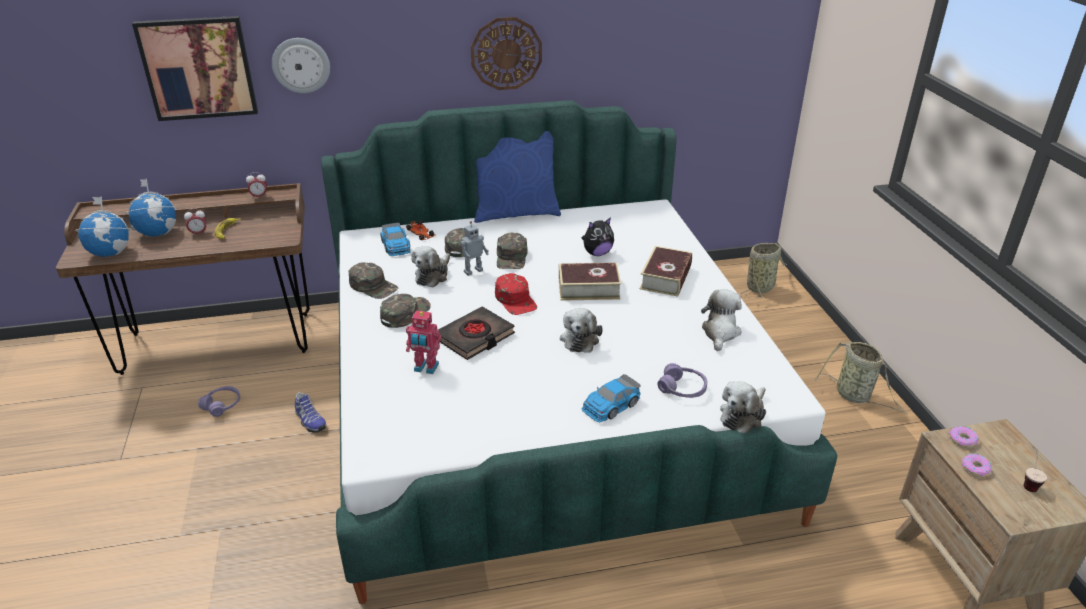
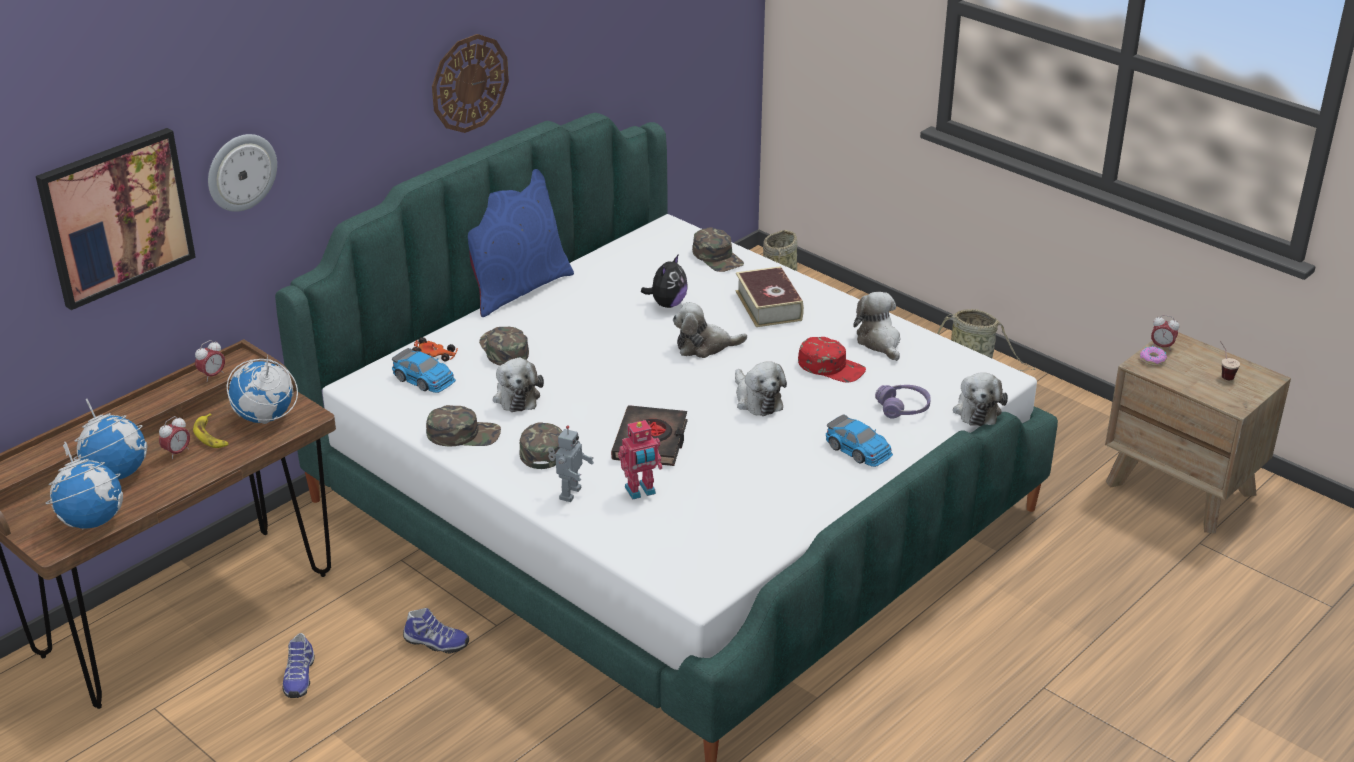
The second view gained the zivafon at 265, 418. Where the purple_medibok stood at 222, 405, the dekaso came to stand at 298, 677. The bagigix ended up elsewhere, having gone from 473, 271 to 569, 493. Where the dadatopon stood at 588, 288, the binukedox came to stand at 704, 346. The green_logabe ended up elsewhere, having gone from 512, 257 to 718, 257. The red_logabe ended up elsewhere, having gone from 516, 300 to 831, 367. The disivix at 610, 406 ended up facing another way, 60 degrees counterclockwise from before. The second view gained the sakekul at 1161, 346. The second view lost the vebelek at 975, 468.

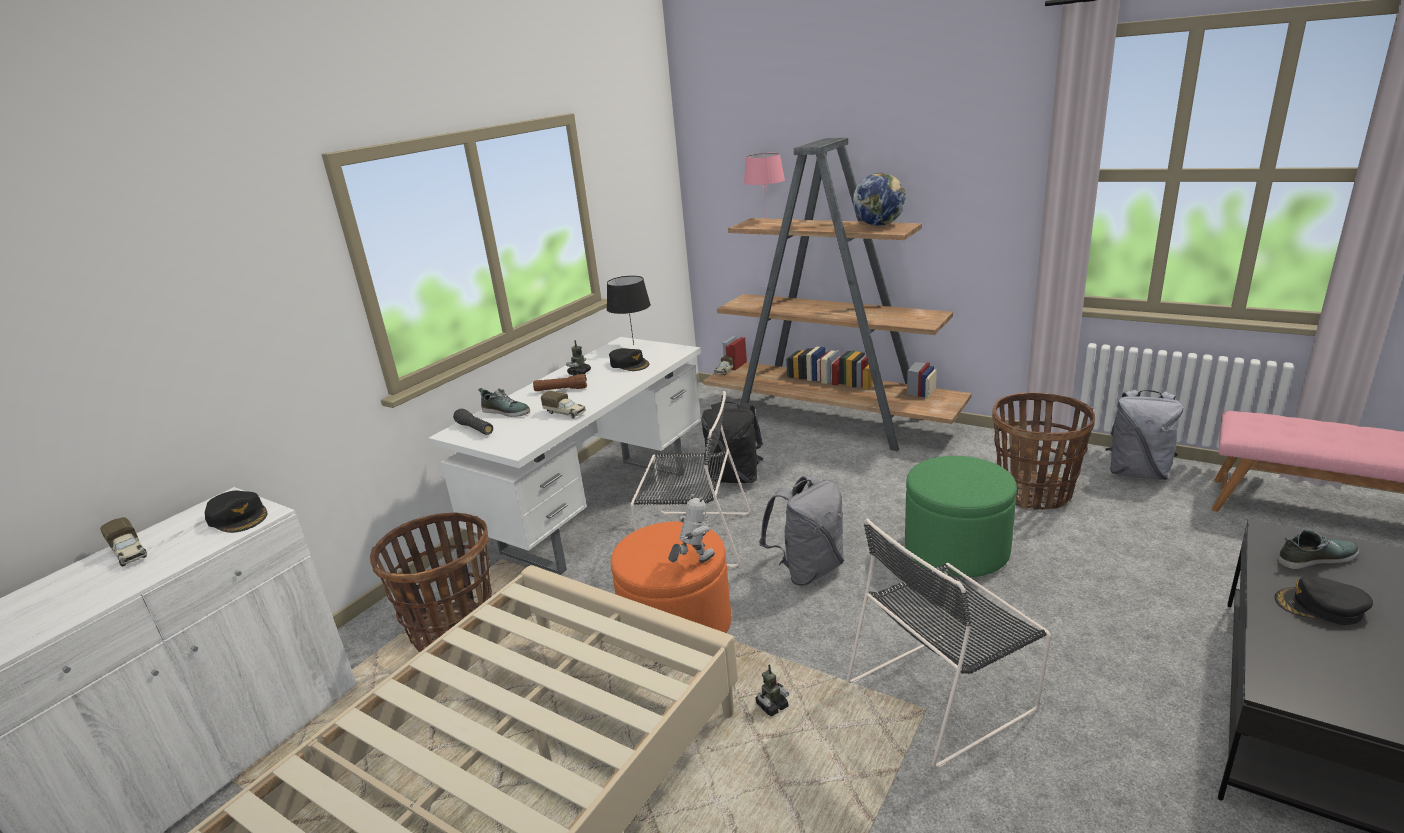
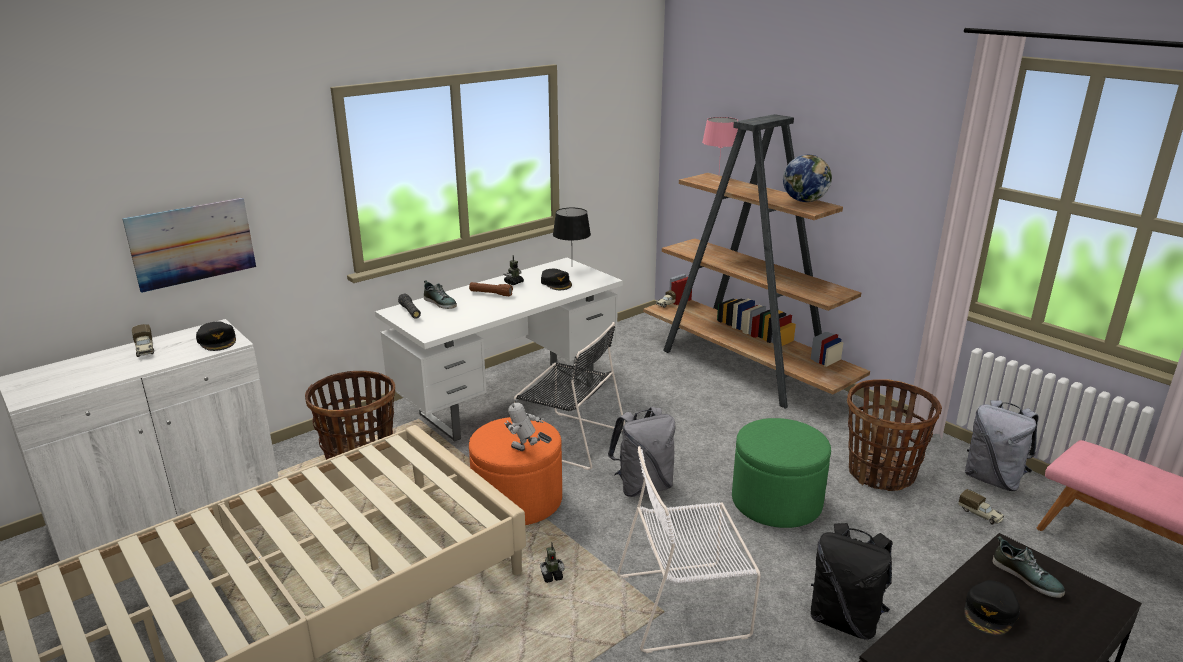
The second view gained the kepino at 192, 243. The bagigix at 693, 563 ended up facing another way, 135 degrees counterclockwise from before. What was the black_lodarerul at 944, 693 turned into the white_lodarerul at 686, 605. The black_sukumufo ended up elsewhere, having gone from 735, 477 to 845, 620. The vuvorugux ended up elsewhere, having gone from 565, 413 to 980, 514. The black_logabe at 1320, 607 ended up facing another way, 90 degrees counterclockwise from before. The dekaso at 1315, 558 ended up facing another way, 45 degrees clockwise from before.

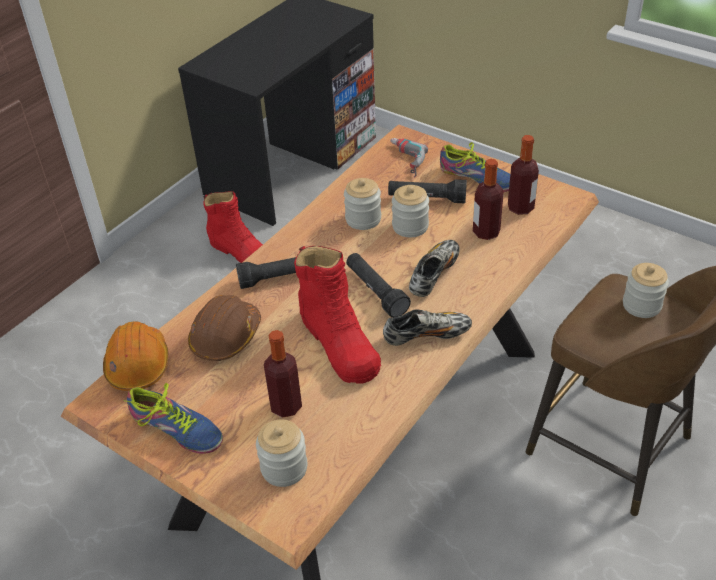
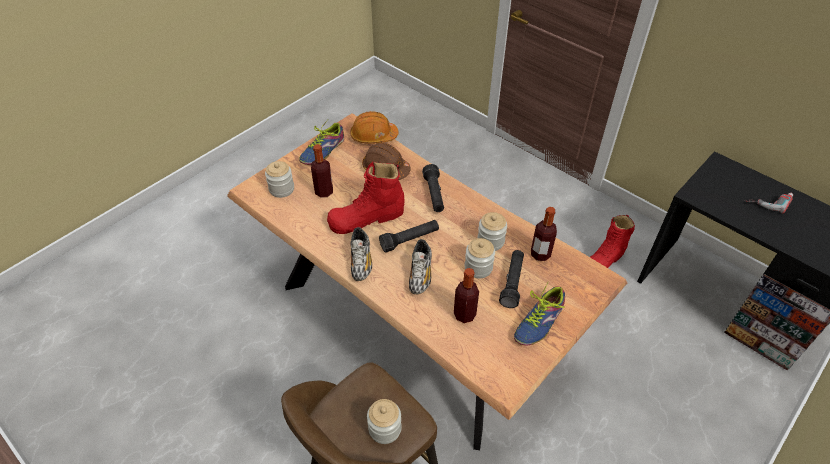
The dekaso at 434, 275 ended up facing another way, 60 degrees clockwise from before. The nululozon ended up elsewhere, having gone from 520, 207 to 540, 254. The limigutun ended up elsewhere, having gone from 403, 161 to 768, 200.

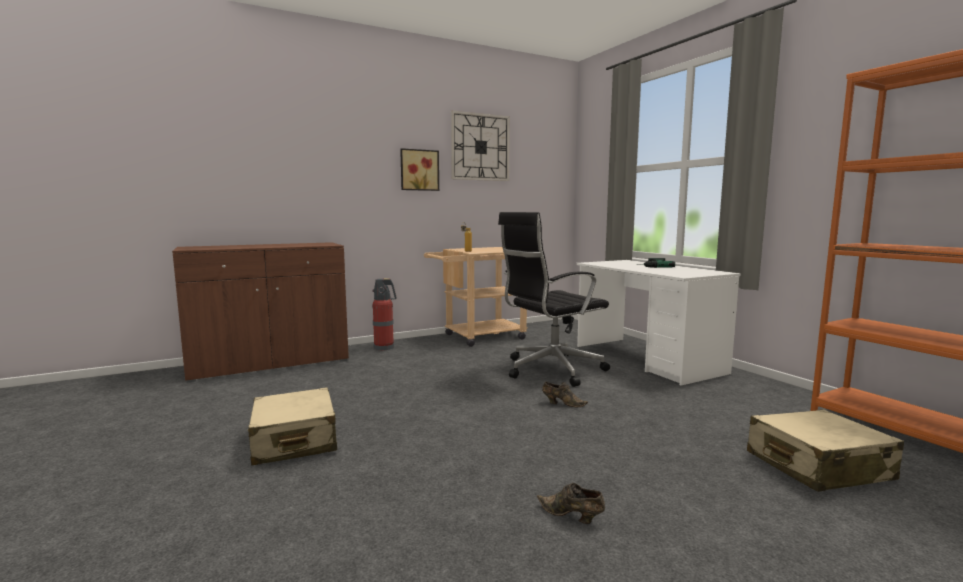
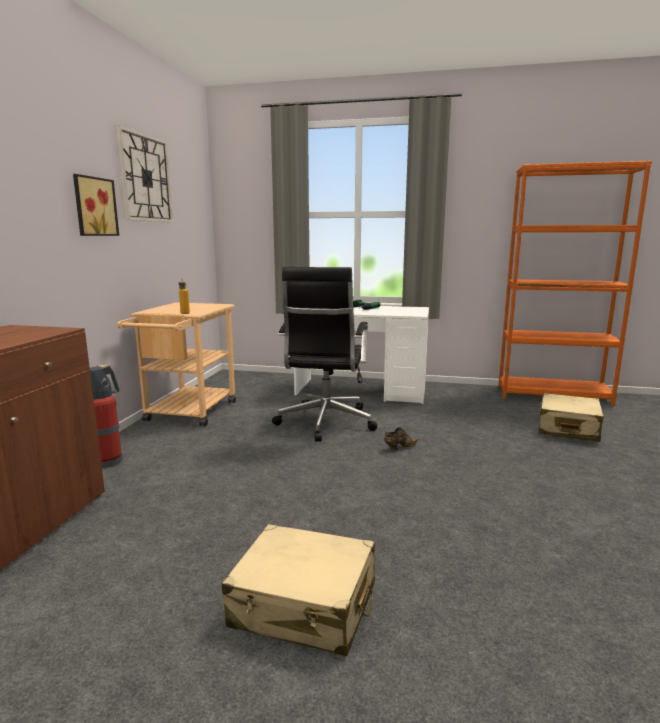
The second view lost the brown_dekaso at 571, 516.

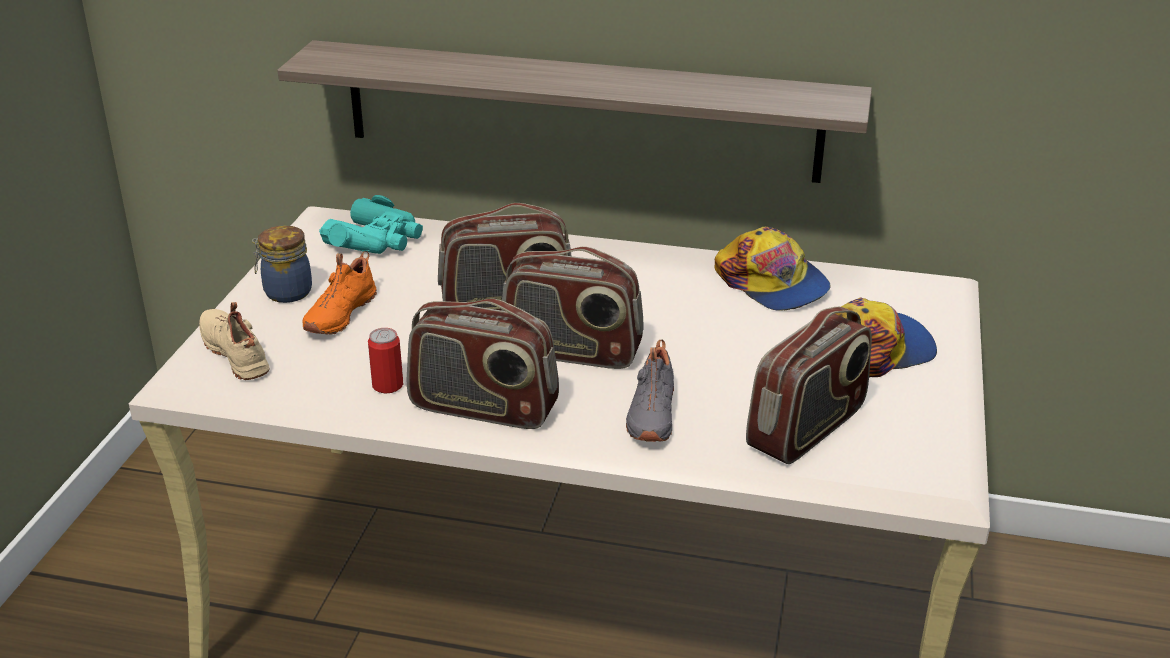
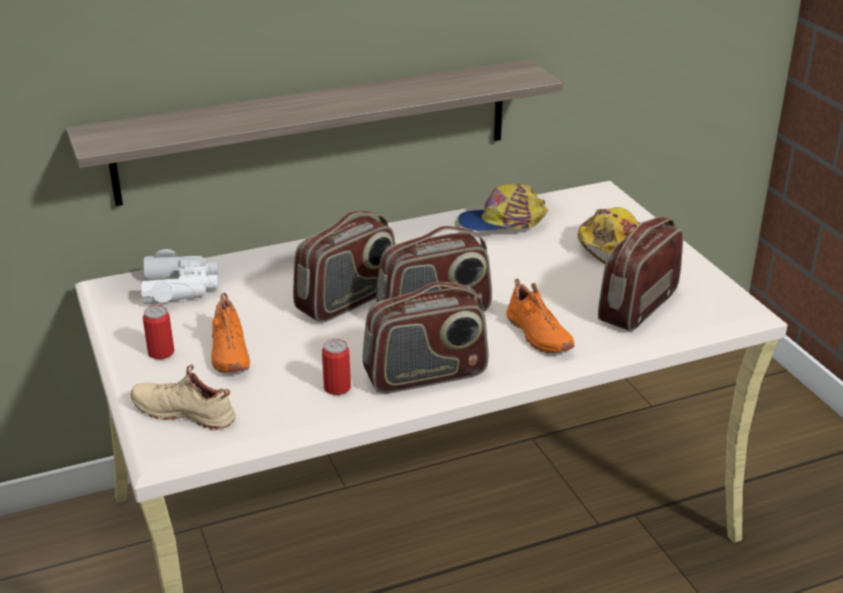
What was the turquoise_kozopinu at 376, 239 turned into the white_kozopinu at 181, 287. Where the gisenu stood at 286, 292, the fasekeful came to stand at 161, 352. The logabe at 772, 283 ended up facing another way, 150 degrees clockwise from before. What was the grey_dekaso at 650, 414 turned into the orange_dekaso at 537, 335. The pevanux at 807, 428 ended up facing another way, 150 degrees counterclockwise from before.

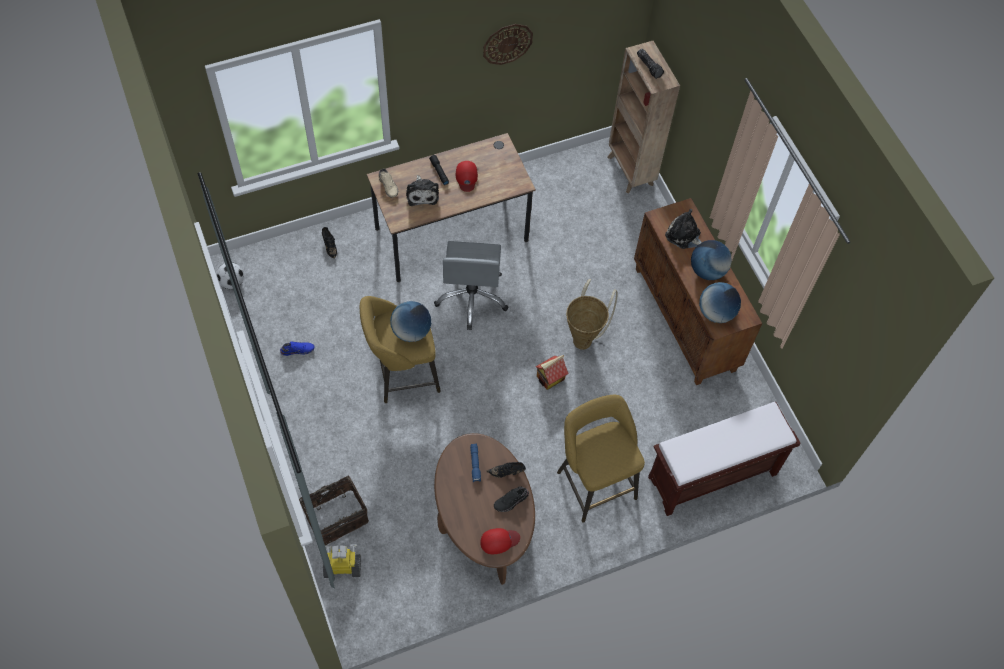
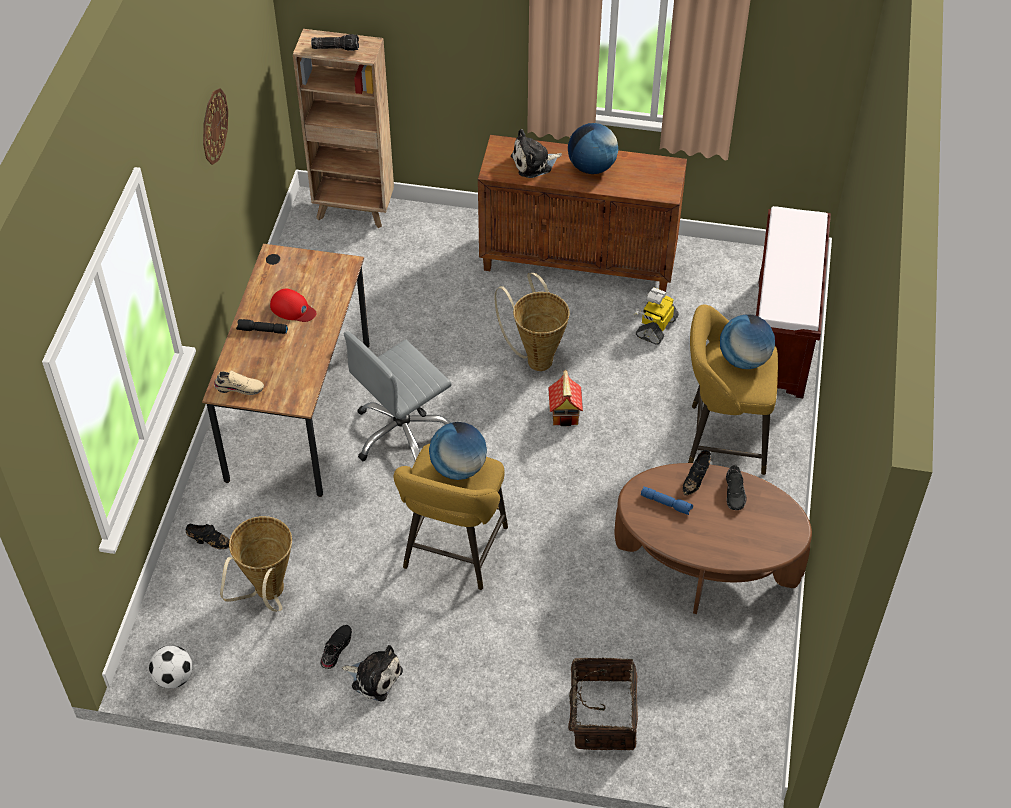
The second view gained the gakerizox at 267, 595. What was the blue_dekaso at 297, 349 turned into the black_dekaso at 335, 648. The binukedox ended up elsewhere, having gone from 422, 193 to 374, 677. The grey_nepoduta at 472, 297 ended up facing another way, 105 degrees clockwise from before. The bagigix ended up elsewhere, having gone from 342, 566 to 655, 327. The zivafon ended up elsewhere, having gone from 716, 313 to 744, 359. The second view lost the red_logabe at 499, 541.

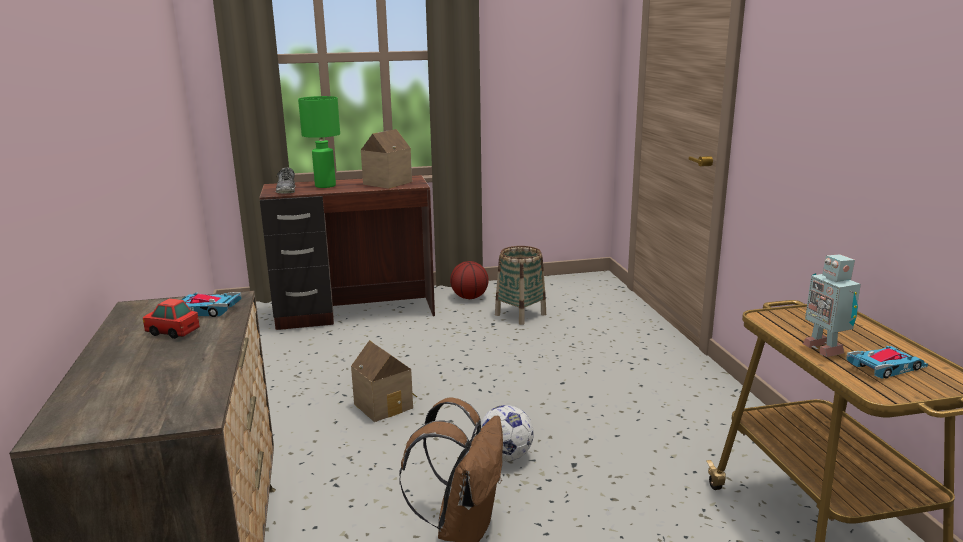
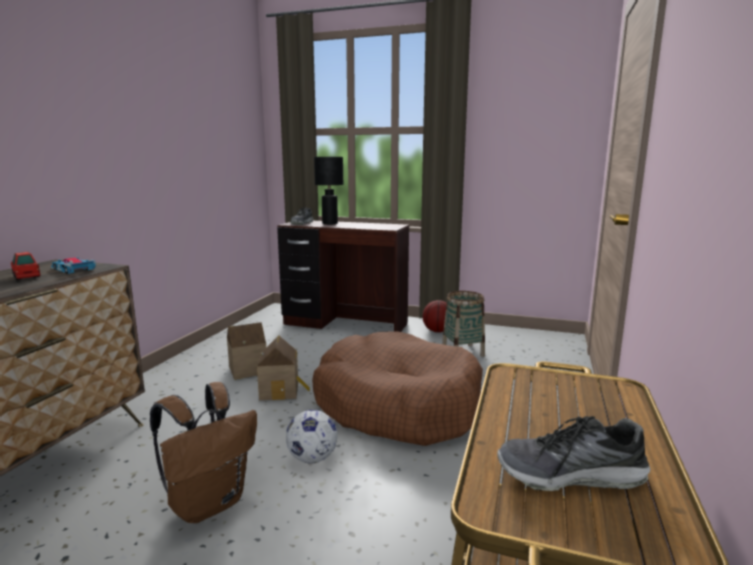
The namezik ended up elsewhere, having gone from 385, 183 to 247, 369. The second view gained the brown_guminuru at 397, 405. What was the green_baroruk at 325, 186 turned into the black_baroruk at 329, 223. Where the disivix stood at 886, 367, the dekaso came to stand at 570, 475. The second view lost the bagigix at 824, 348.

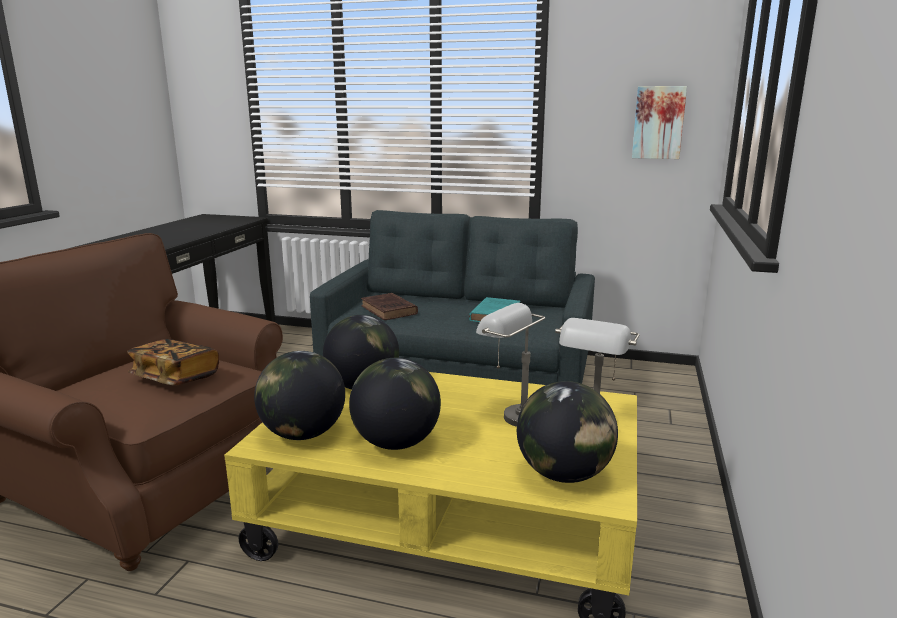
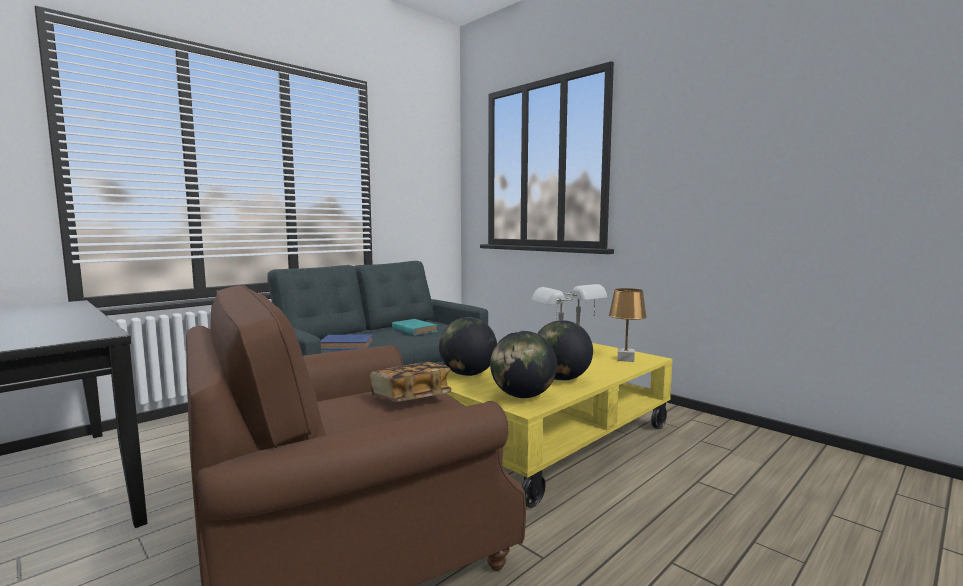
What was the brown_dadatopon at 389, 310 turned into the blue_dadatopon at 348, 345. Where the zivafon stood at 563, 474, the brown_baroruk came to stand at 626, 359. The second view lost the kepino at 658, 122.

